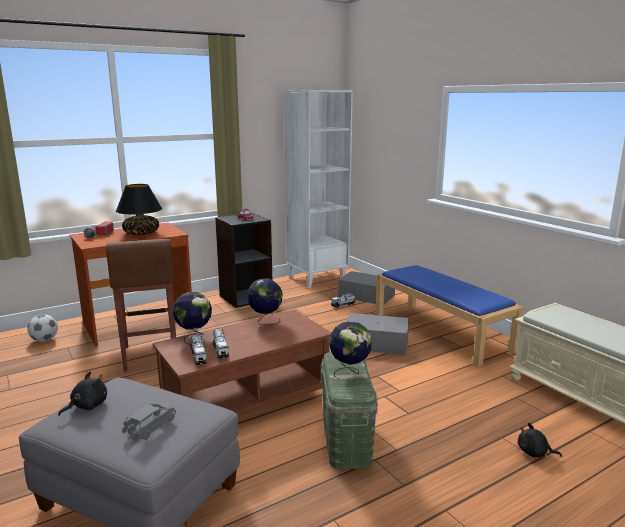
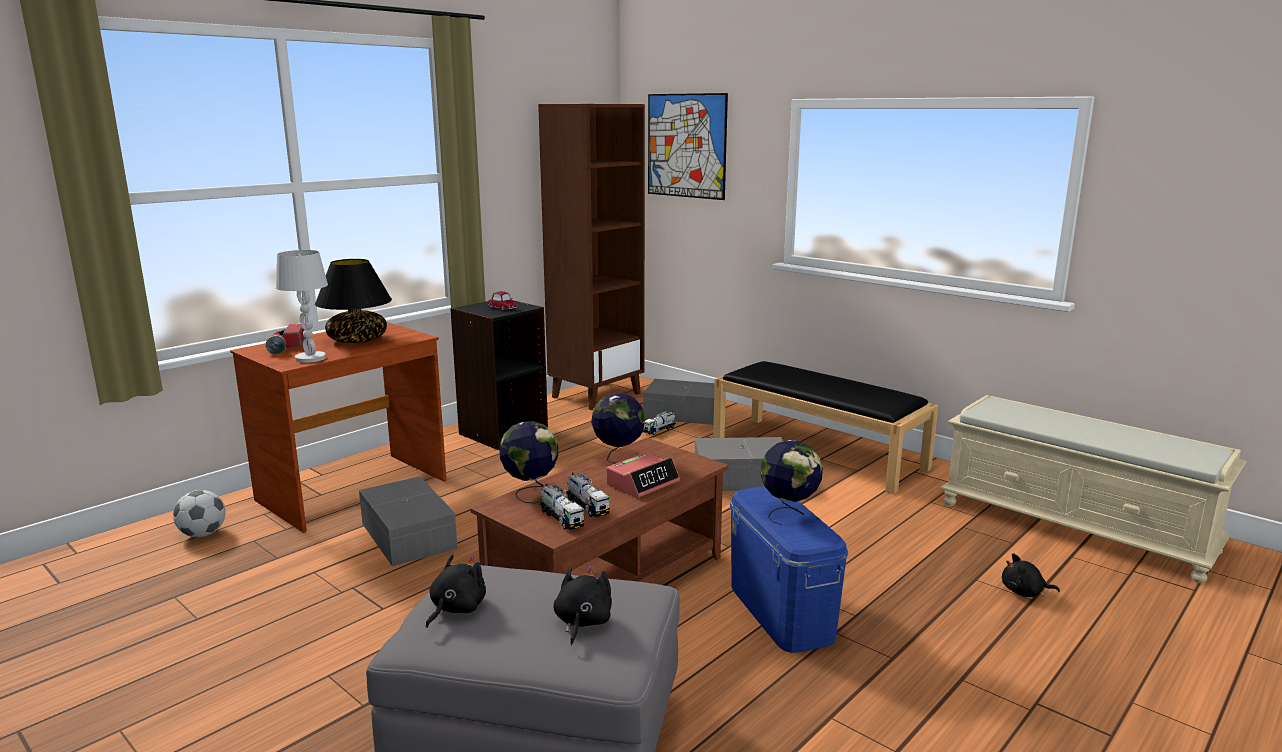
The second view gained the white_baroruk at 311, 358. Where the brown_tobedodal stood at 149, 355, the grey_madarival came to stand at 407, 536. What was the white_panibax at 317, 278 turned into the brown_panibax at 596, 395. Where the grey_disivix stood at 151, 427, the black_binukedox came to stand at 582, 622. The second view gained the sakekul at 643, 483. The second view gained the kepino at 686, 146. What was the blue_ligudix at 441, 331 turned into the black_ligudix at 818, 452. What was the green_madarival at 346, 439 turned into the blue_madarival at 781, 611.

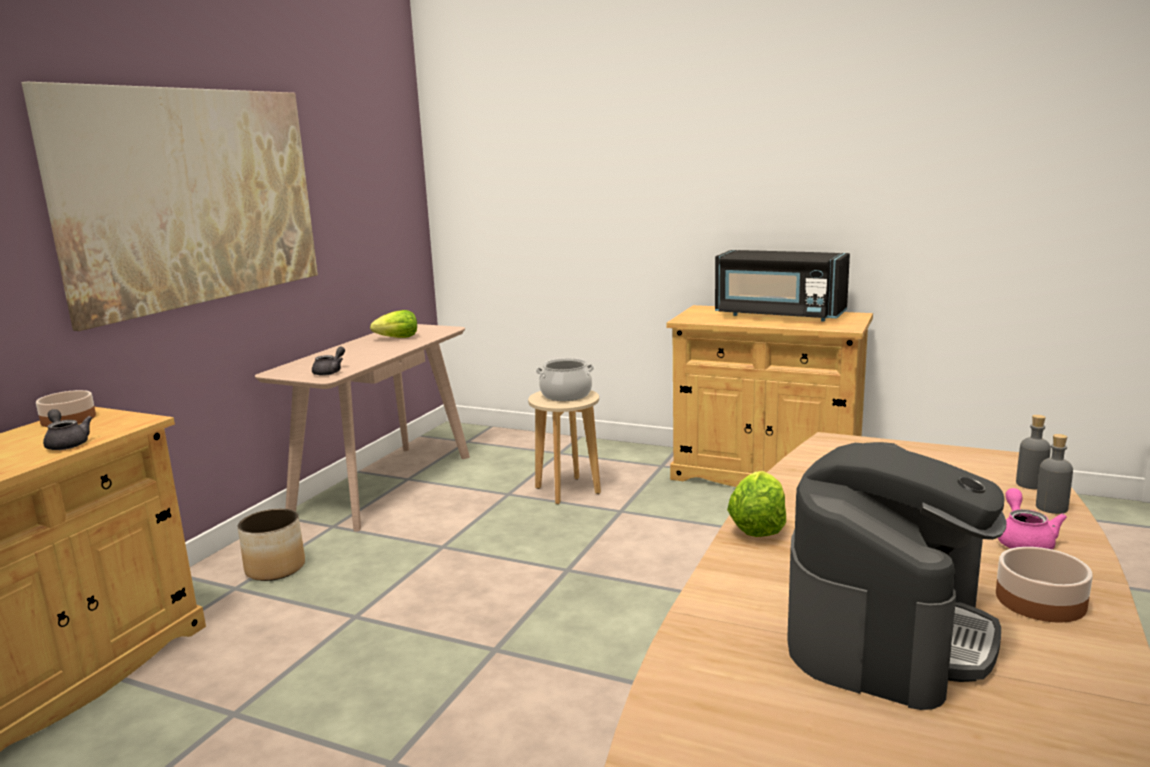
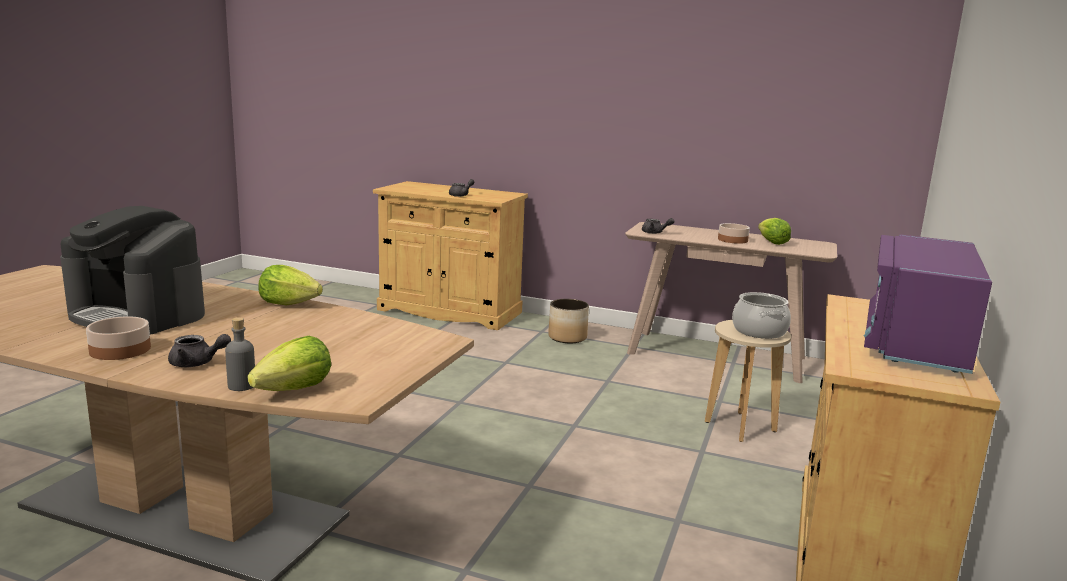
What was the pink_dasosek at 1024, 541 turned into the grey_dasosek at 197, 363. Where the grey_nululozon stood at 1030, 484, the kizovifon came to stand at 295, 390. The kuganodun ended up elsewhere, having gone from 68, 419 to 732, 240. What was the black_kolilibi at 778, 315 turned into the purple_kolilibi at 915, 342. The second view lost the kepino at 195, 197.

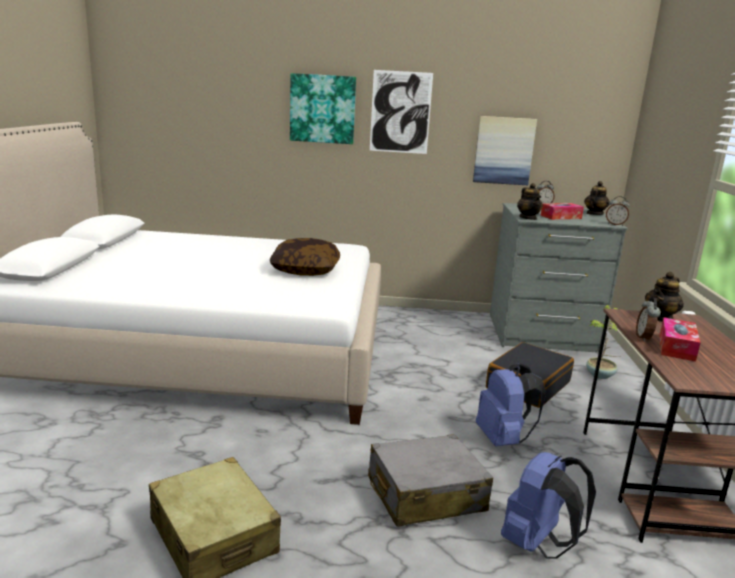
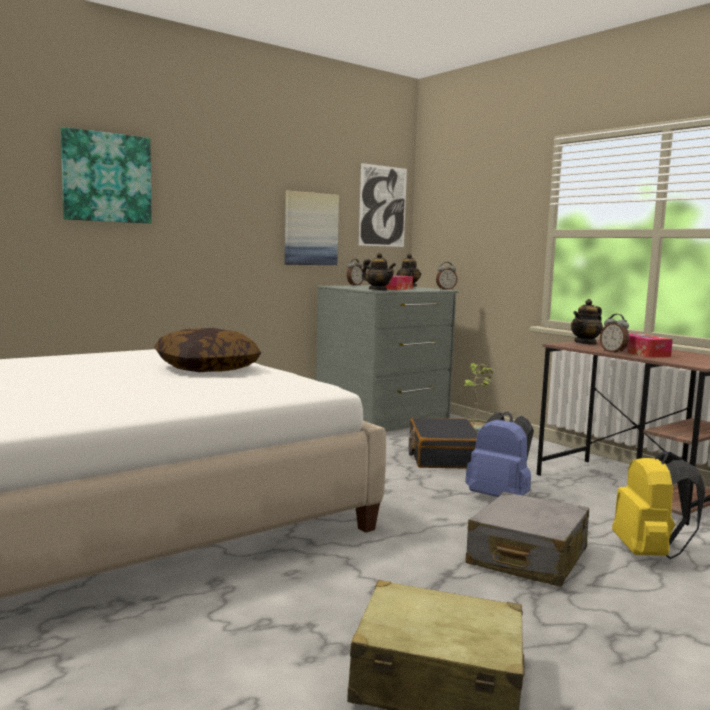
The kepino ended up elsewhere, having gone from 400, 112 to 383, 206. The dasosek at 660, 318 ended up facing another way, 45 degrees clockwise from before. What was the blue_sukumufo at 538, 544 turned into the yellow_sukumufo at 649, 553.

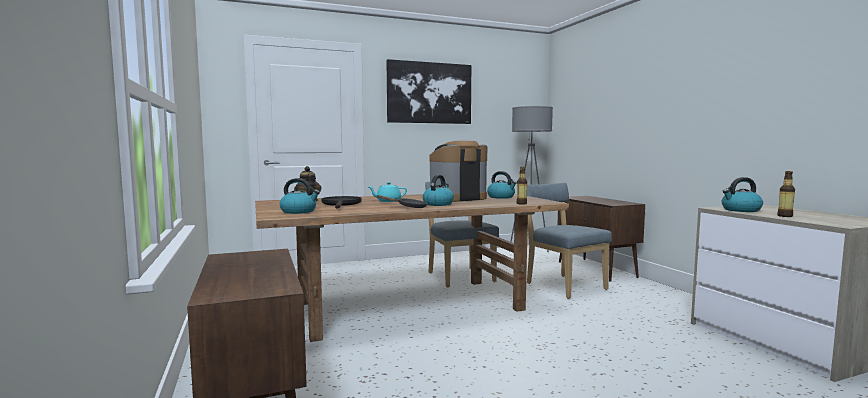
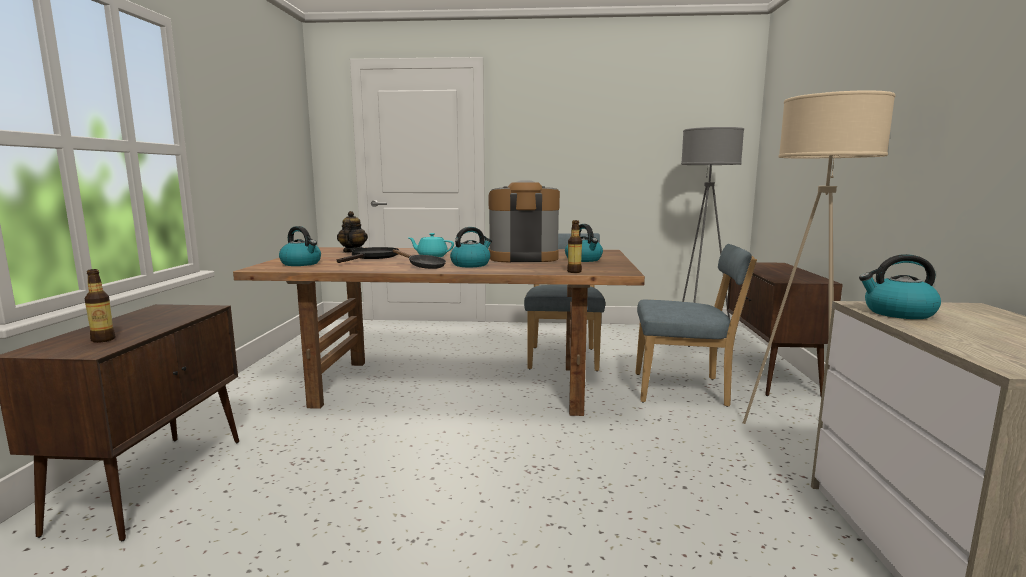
The nululozon ended up elsewhere, having gone from 785, 216 to 103, 340. The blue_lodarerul at 563, 285 ended up facing another way, 105 degrees clockwise from before. The second view gained the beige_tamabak at 799, 435. The second view lost the kepino at 429, 93.

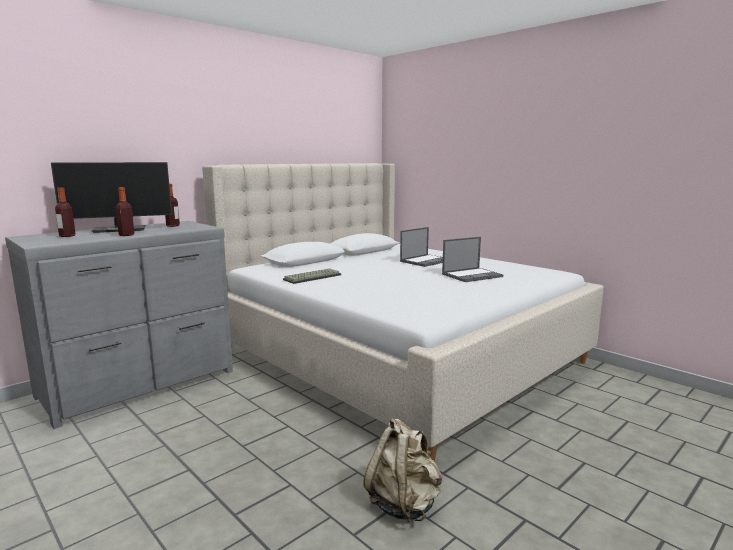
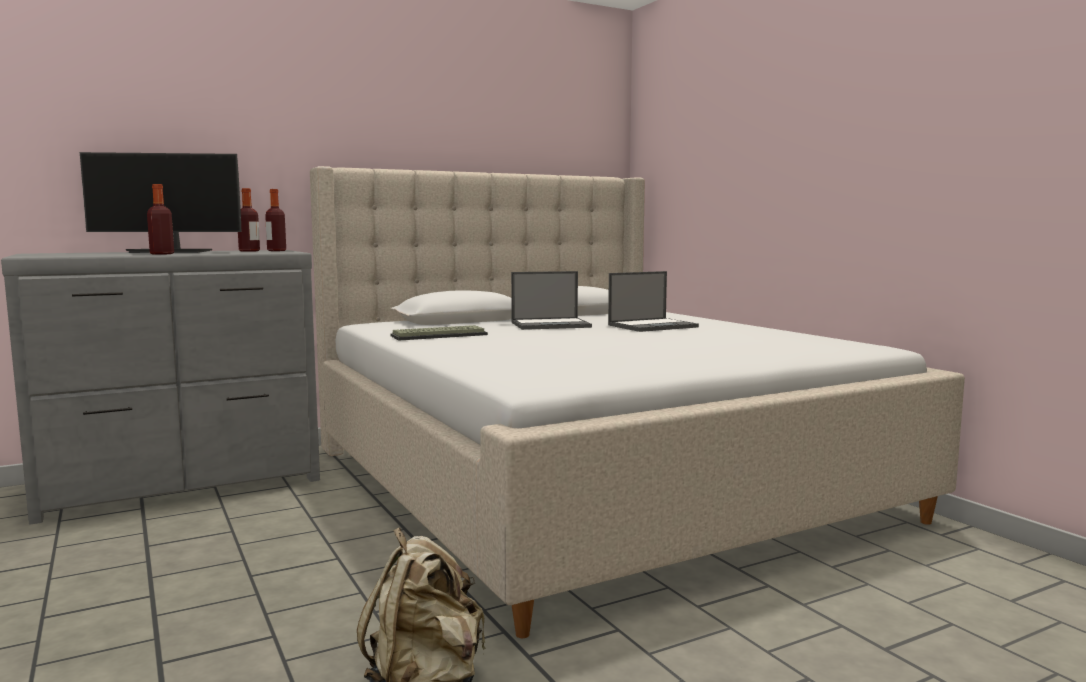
The nululozon ended up elsewhere, having gone from 67, 236 to 276, 250. The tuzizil ended up elsewhere, having gone from 472, 275 to 551, 325.

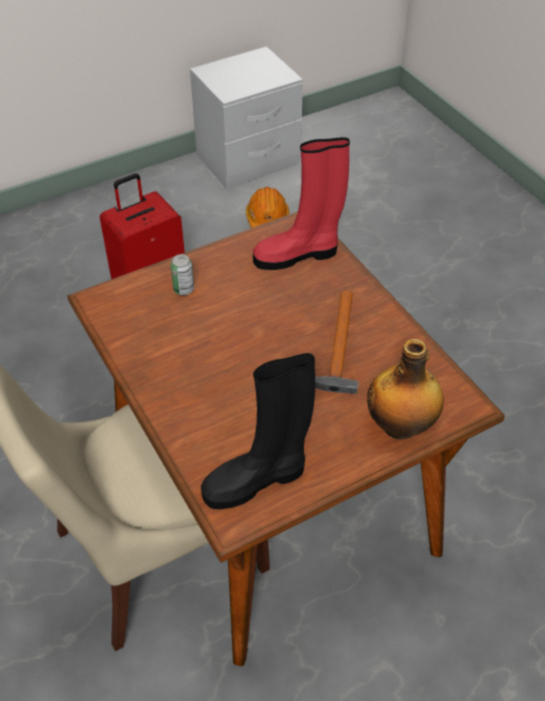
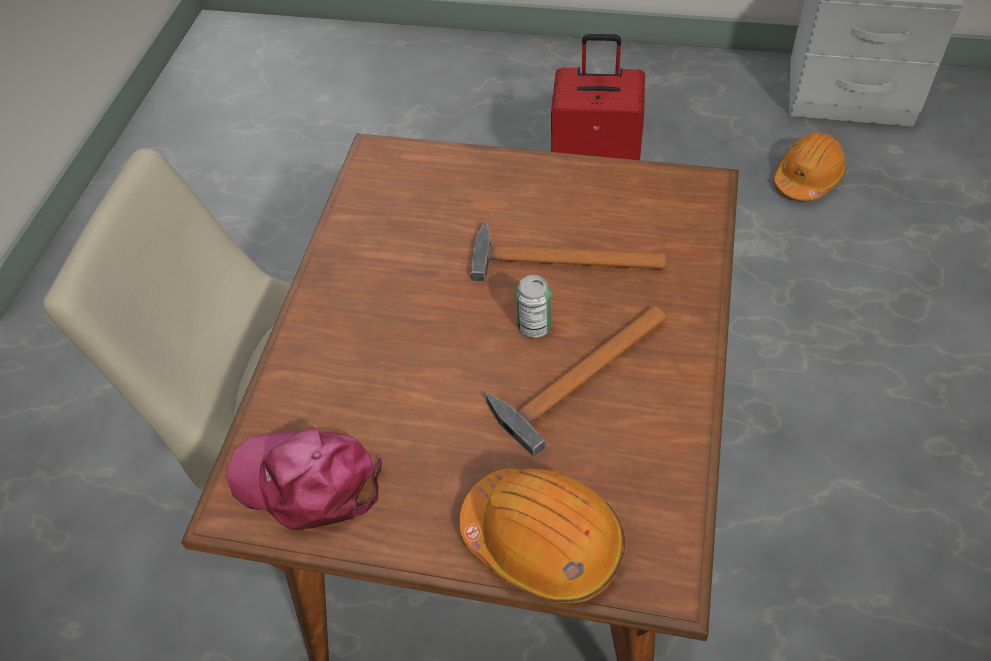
Where the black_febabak stood at 257, 480, the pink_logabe came to stand at 308, 481. Where the nululozon stood at 401, 426, the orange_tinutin came to stand at 543, 541. The second view gained the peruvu at 557, 259. The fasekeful ended up elsewhere, having gone from 183, 289 to 534, 326. The second view lost the red_febabak at 298, 255.

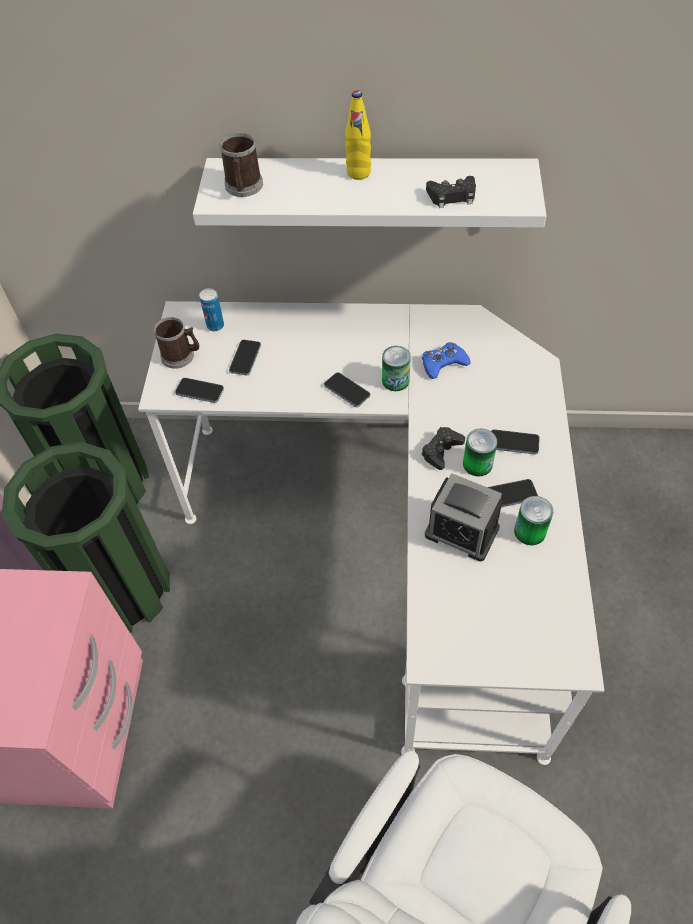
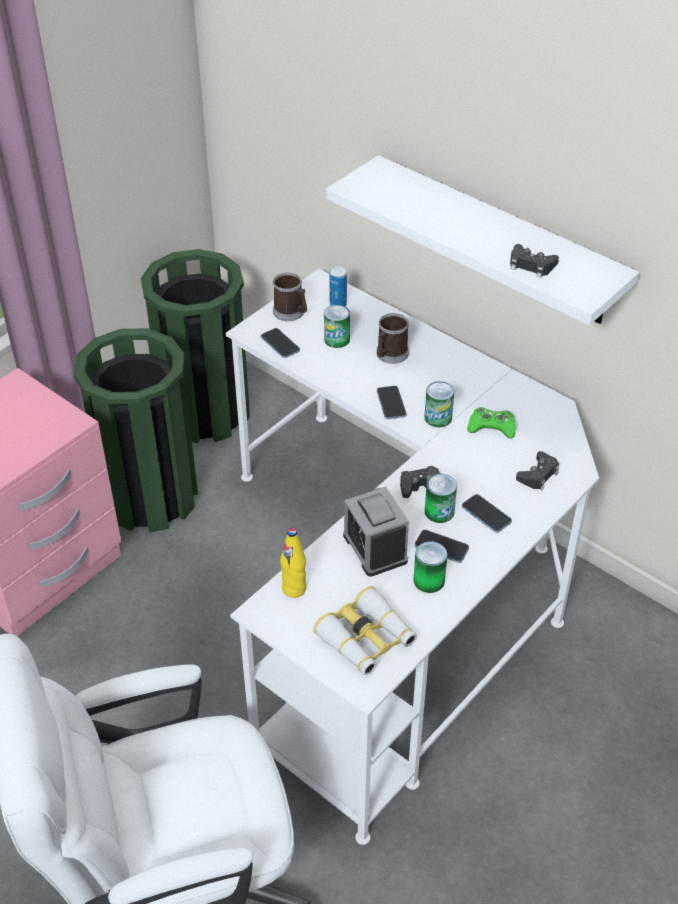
The yellow_nululozon ended up elsewhere, having gone from 358, 173 to 294, 589. The second view gained the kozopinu at 366, 639. Where the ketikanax stood at 245, 358, the fasekeful came to stand at 337, 339. The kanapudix ended up elsewhere, having gone from 243, 187 to 390, 355. What was the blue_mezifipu at 443, 363 turned into the green_mezifipu at 492, 427. The second view gained the black_mezifipu at 538, 475.

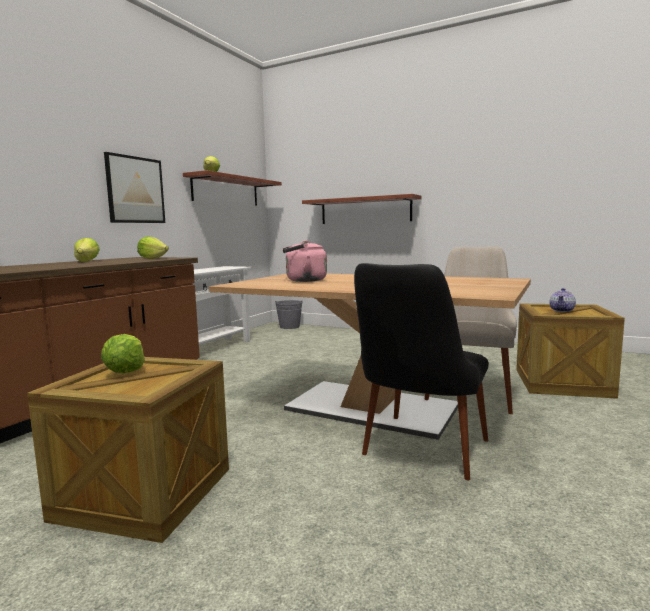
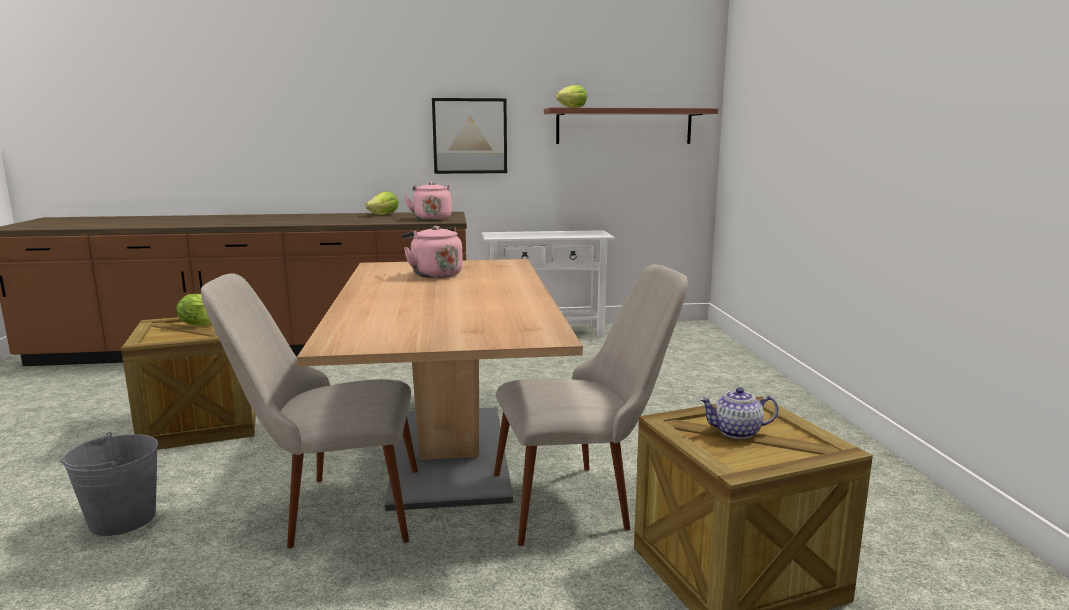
The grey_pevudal ended up elsewhere, having gone from 289, 327 to 122, 519. What was the black_lodarerul at 419, 457 turned into the beige_lodarerul at 330, 509. Where the kizovifon stood at 152, 258, the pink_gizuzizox came to stand at 432, 218. The second view lost the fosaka at 365, 210.

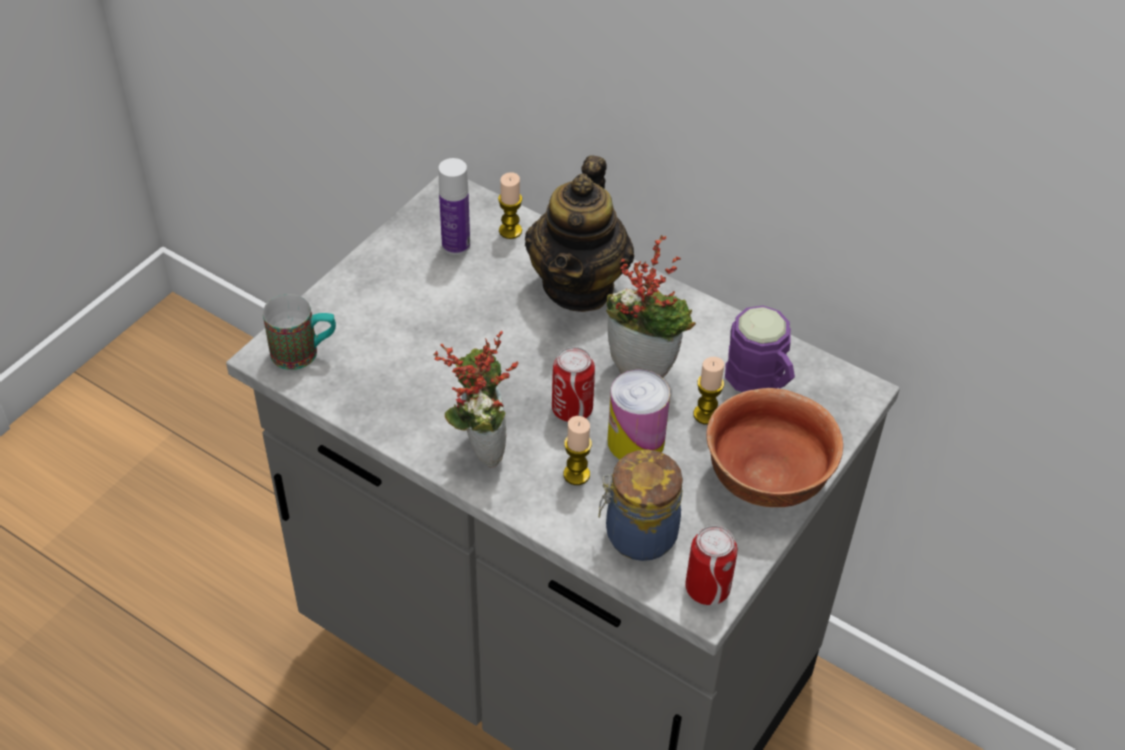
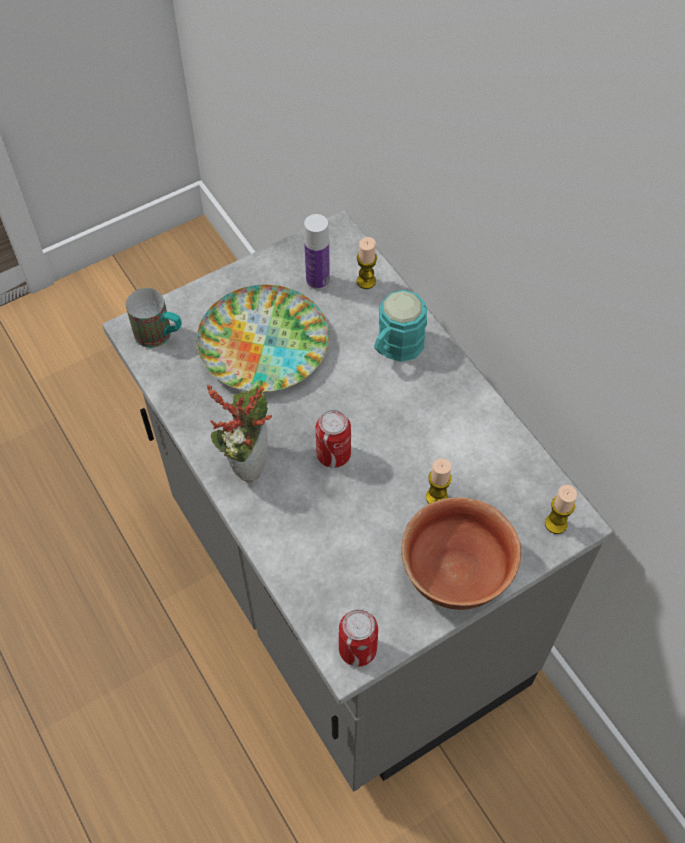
The second view gained the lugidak at 264, 344. Where the dasosek stood at 579, 286, the turquoise_kanapudix came to stand at 395, 348. The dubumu ended up elsewhere, having gone from 576, 474 to 555, 524. The second view lost the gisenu at 637, 535. The second view lost the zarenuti at 645, 367. The second view lost the fasekeful at 636, 441. The second view lost the purple_kanapudix at 761, 381.

